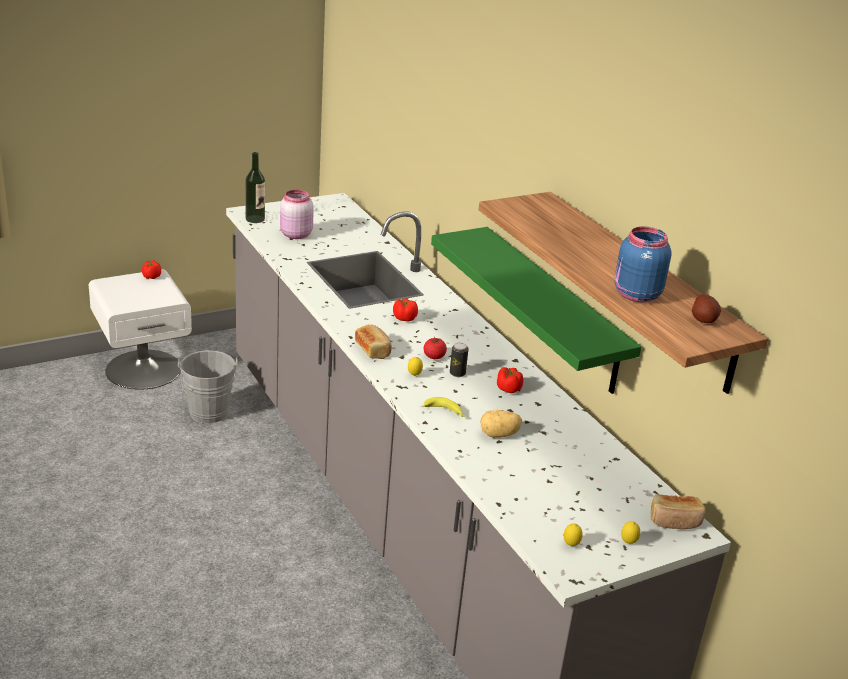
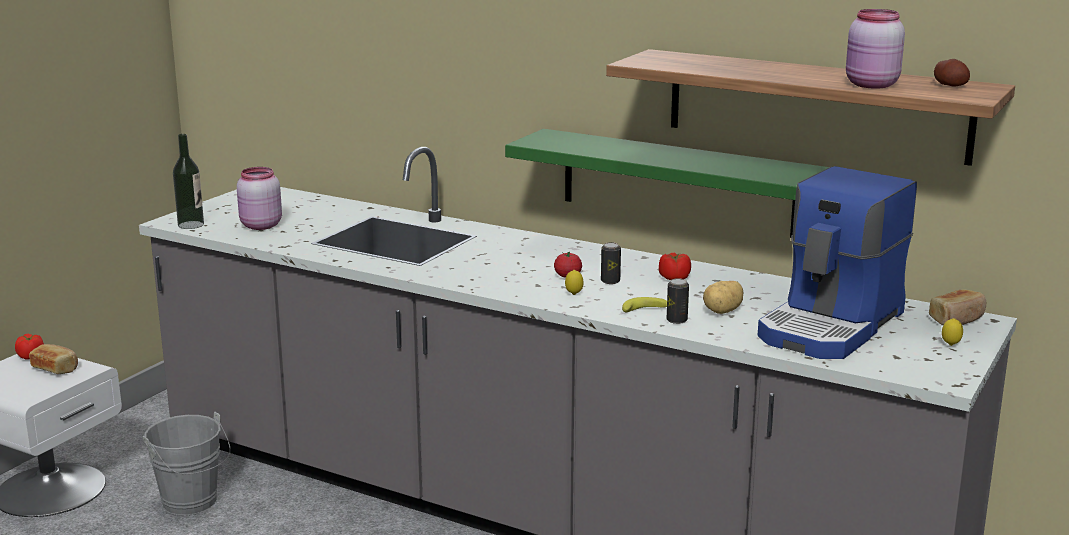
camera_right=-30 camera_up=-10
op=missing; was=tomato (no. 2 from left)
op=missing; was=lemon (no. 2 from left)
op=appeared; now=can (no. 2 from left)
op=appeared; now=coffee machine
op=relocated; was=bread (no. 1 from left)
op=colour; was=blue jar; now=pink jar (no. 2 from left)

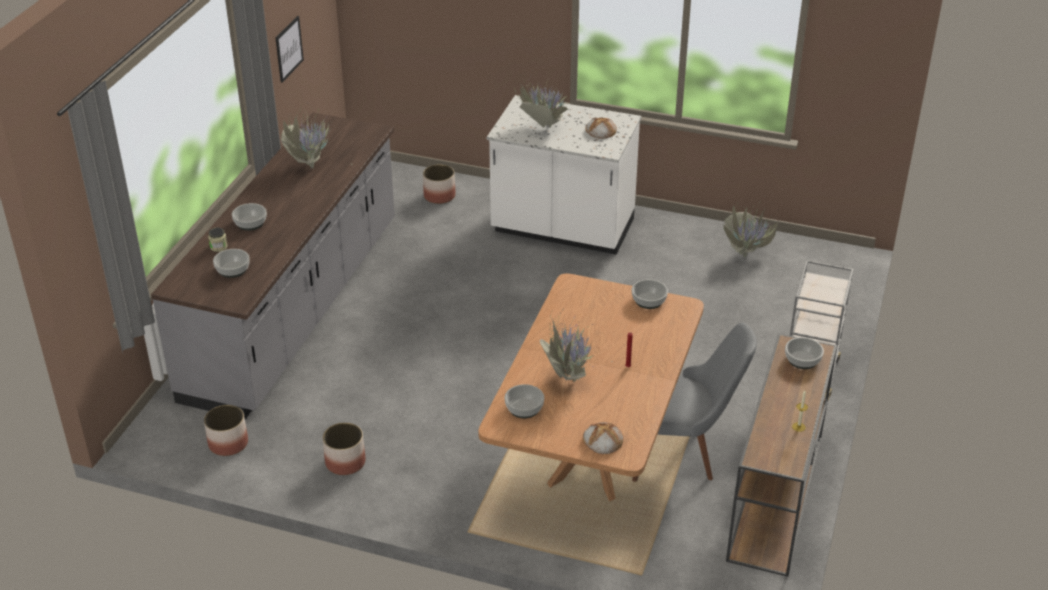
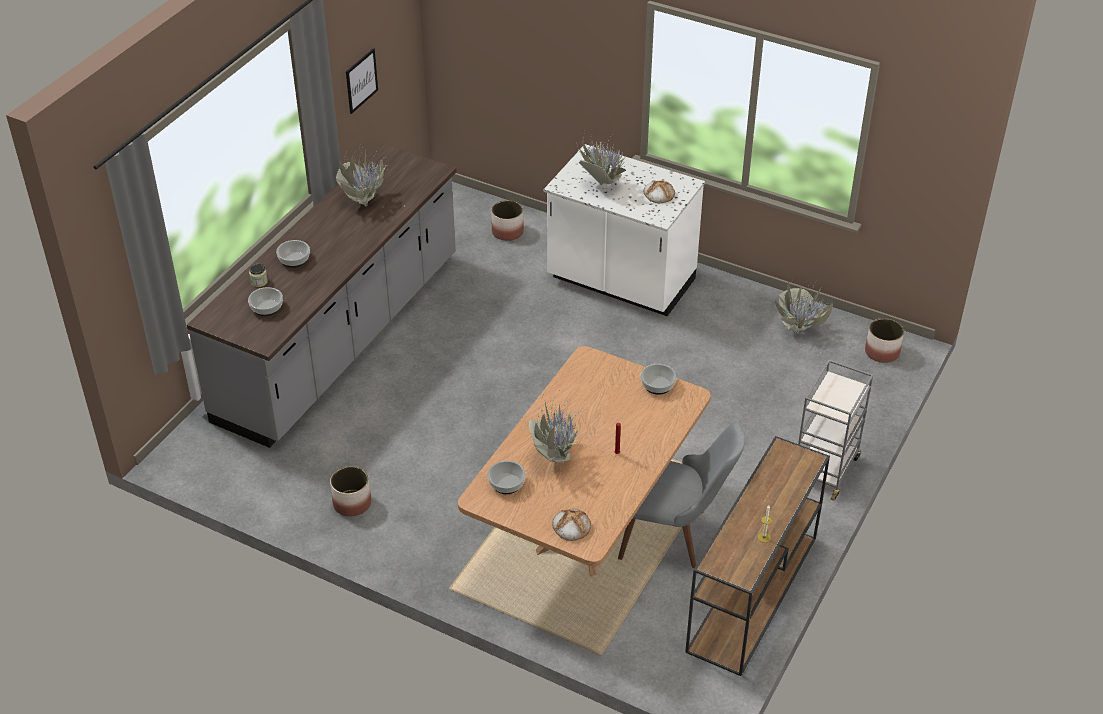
camera_right=10 camera_up=5
op=missing; was=bowl (no. 5 from left)
op=relocated; was=planter (no. 1 from left in the first image); now=planter (no. 3 from left)

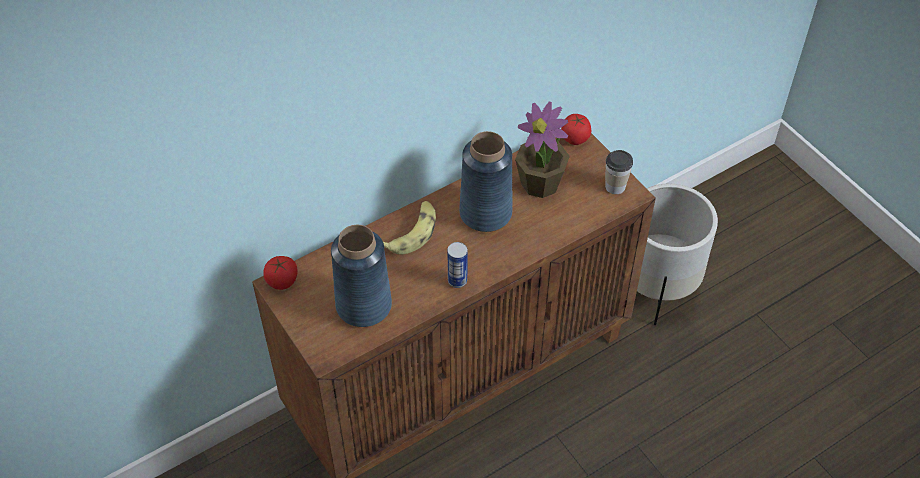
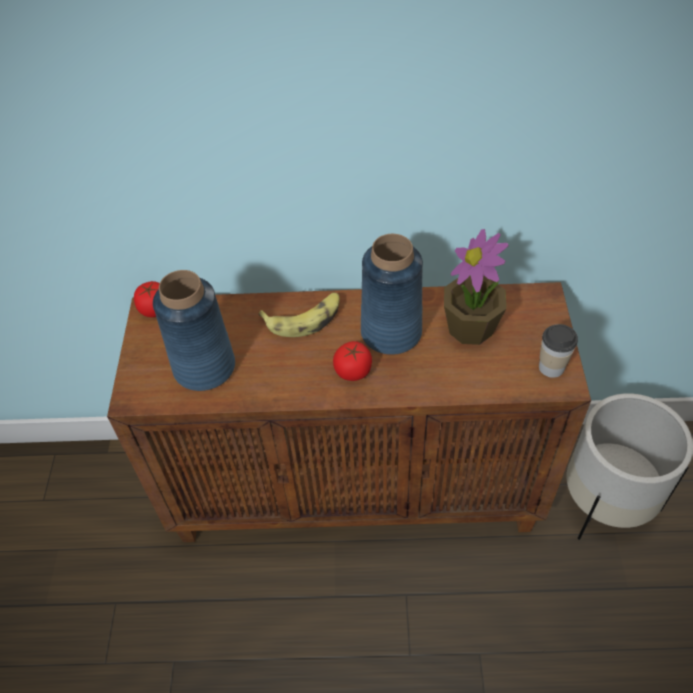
camera_right=35 camera_up=0
op=missing; was=can
op=relocated; was=tomato (no. 2 from left)

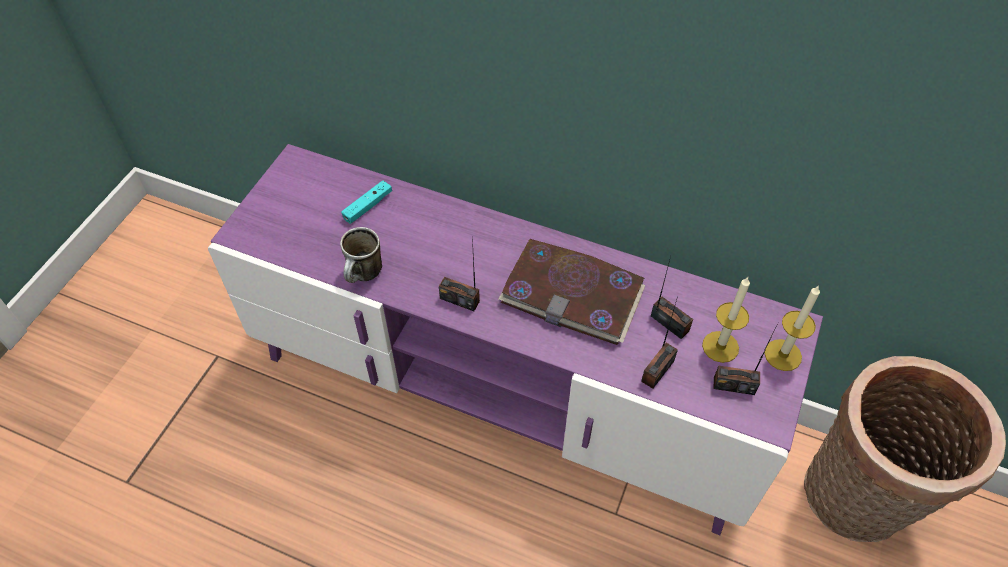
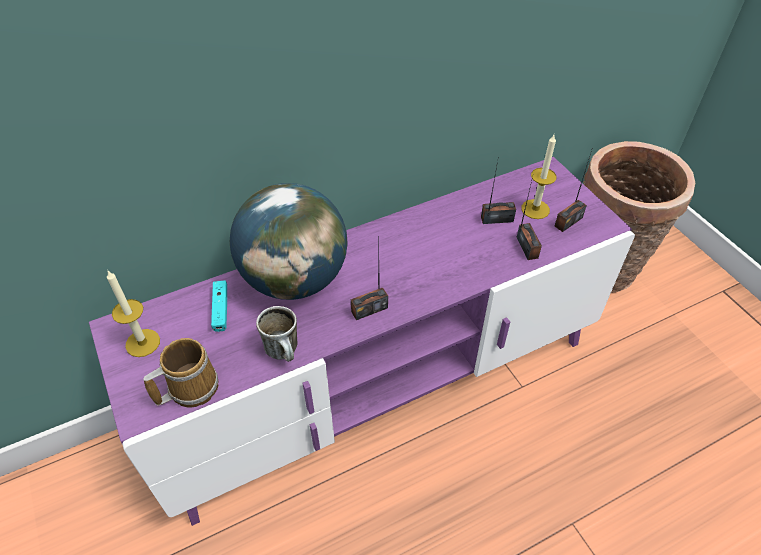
camera_right=-50 camera_up=-5
op=missing; was=book
op=appeared; now=mug (no. 1 from left)
op=appeared; now=globe
op=relocated; was=candle (no. 2 from left in the first image); now=candle (no. 1 from left)

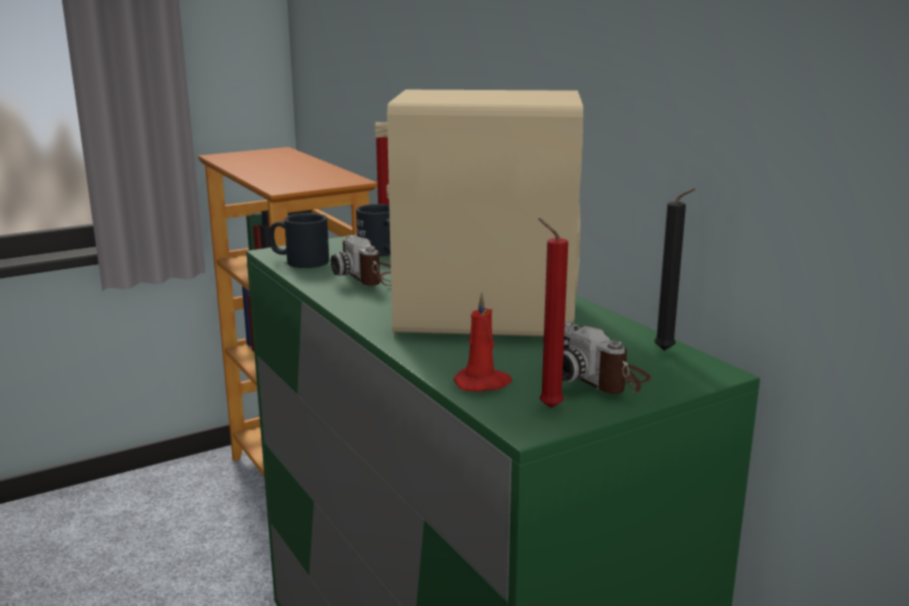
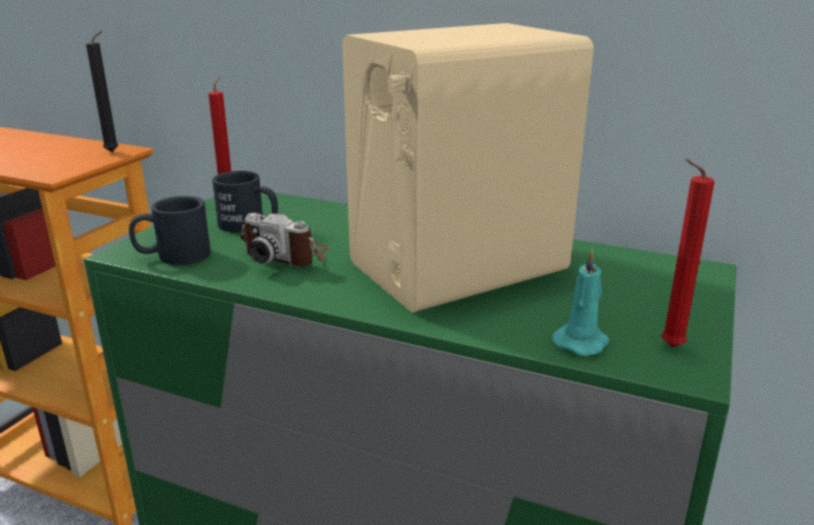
camera_right=-35 camera_up=5
op=missing; was=photo camera (no. 2 from left)
op=relocated; was=black candle
op=colour; was=red candle (no. 2 from left); now=turquoise candle

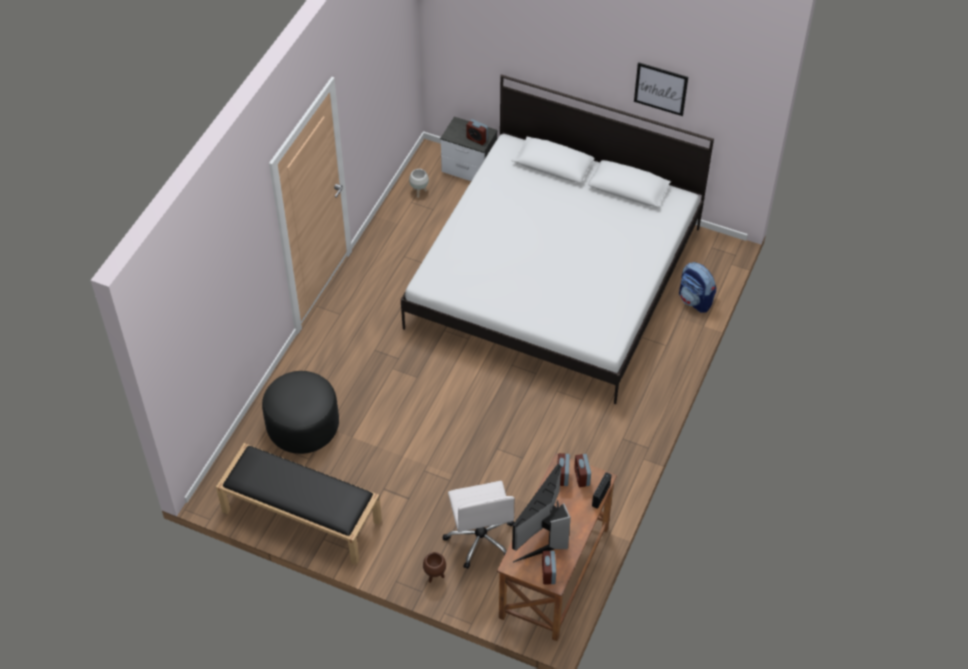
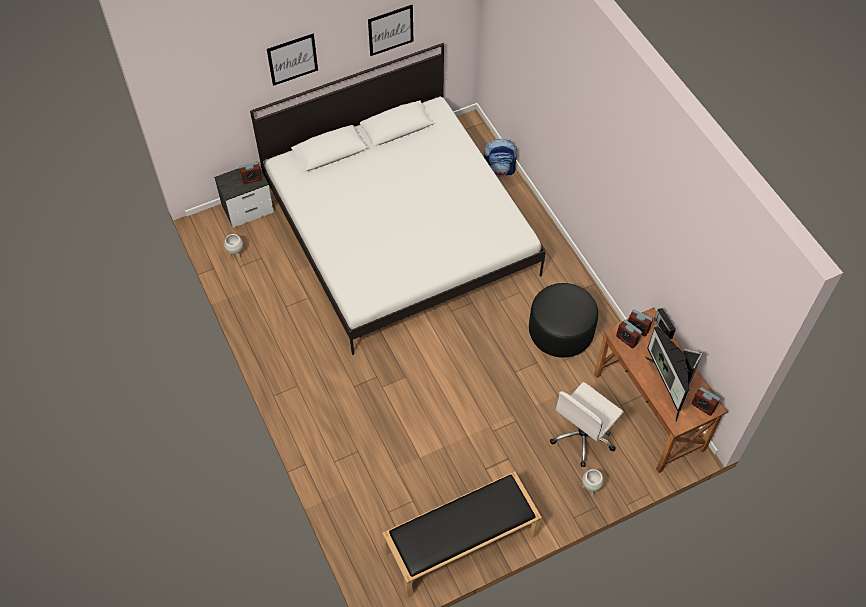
camera_right=-50 camera_up=5
op=appeared; now=picture (no. 1 from left)
op=relocated; was=black ottoman
op=colour; was=brown planter; now=white planter (no. 2 from left)
op=spun; was=white office chair; clockwise=105

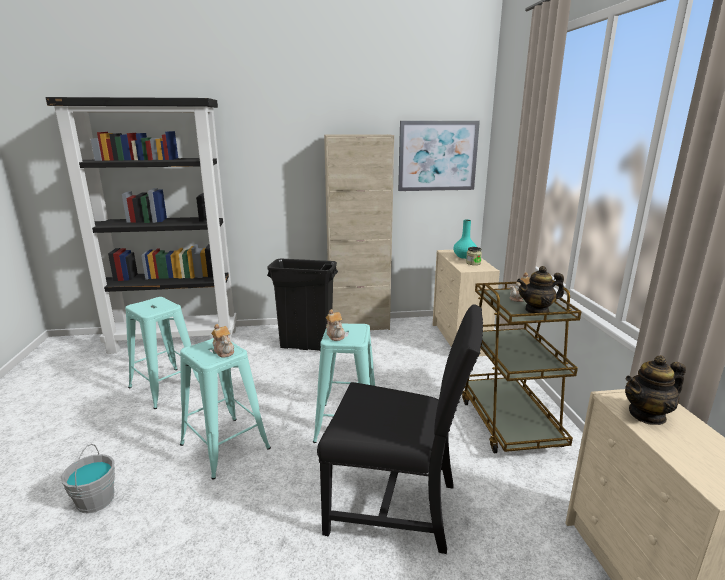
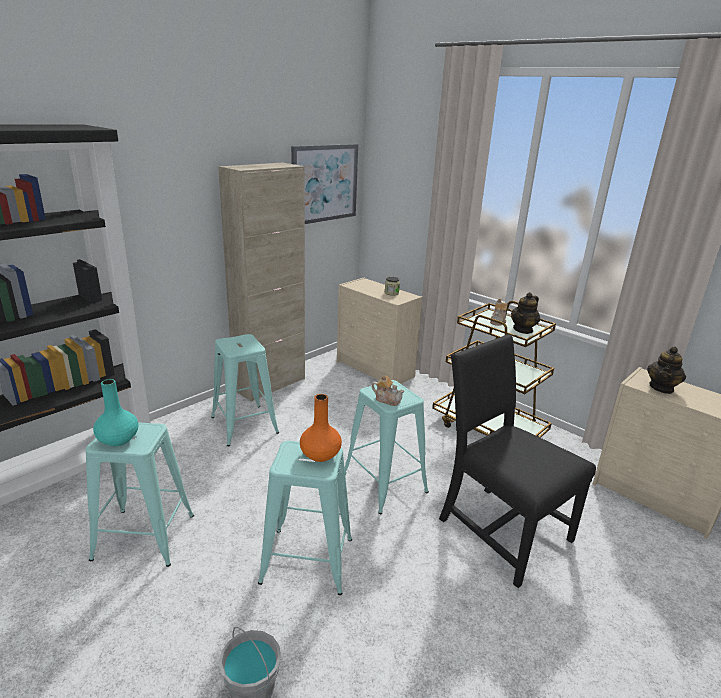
camera_right=-40 camera_up=5
op=relocated; was=turquoise vase
op=exchanged; was=teapot (no. 1 from left); now=orange vase
op=exchanged; was=black trash can; now=turquoise stool (no. 2 from left)
op=spun; was=black chair; clockwise=-105

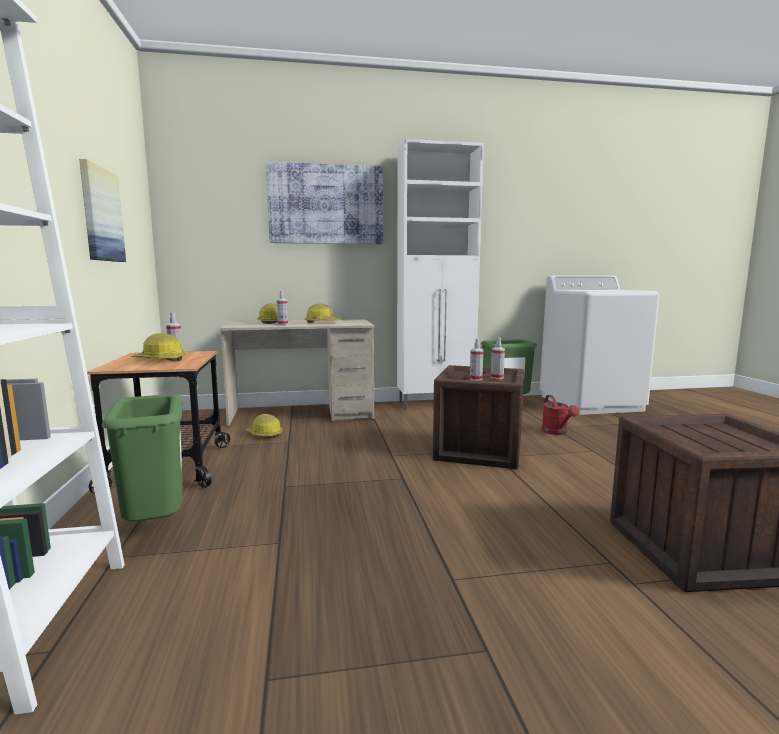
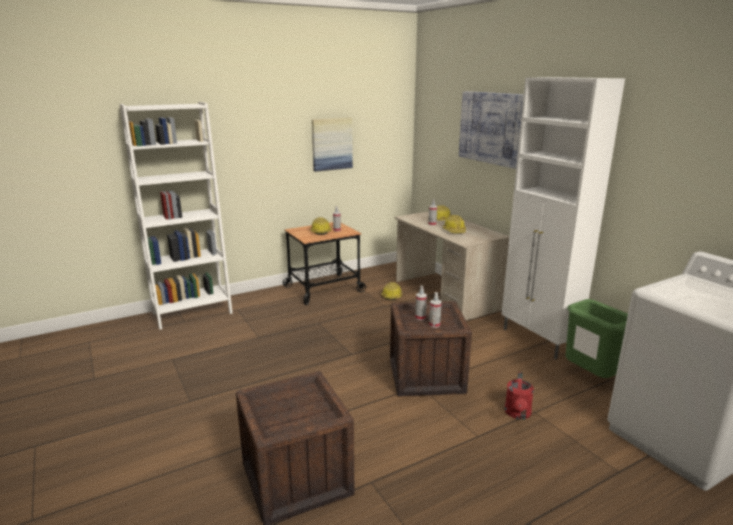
camera_right=70 camera_up=10
op=missing; was=green trash can (no. 1 from left)
op=spun; was=red watering can; clockwise=-45

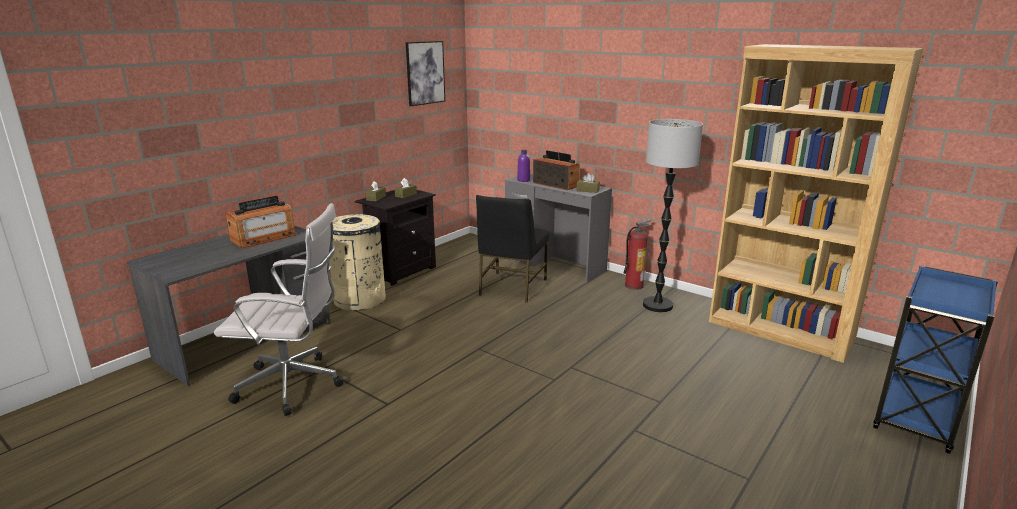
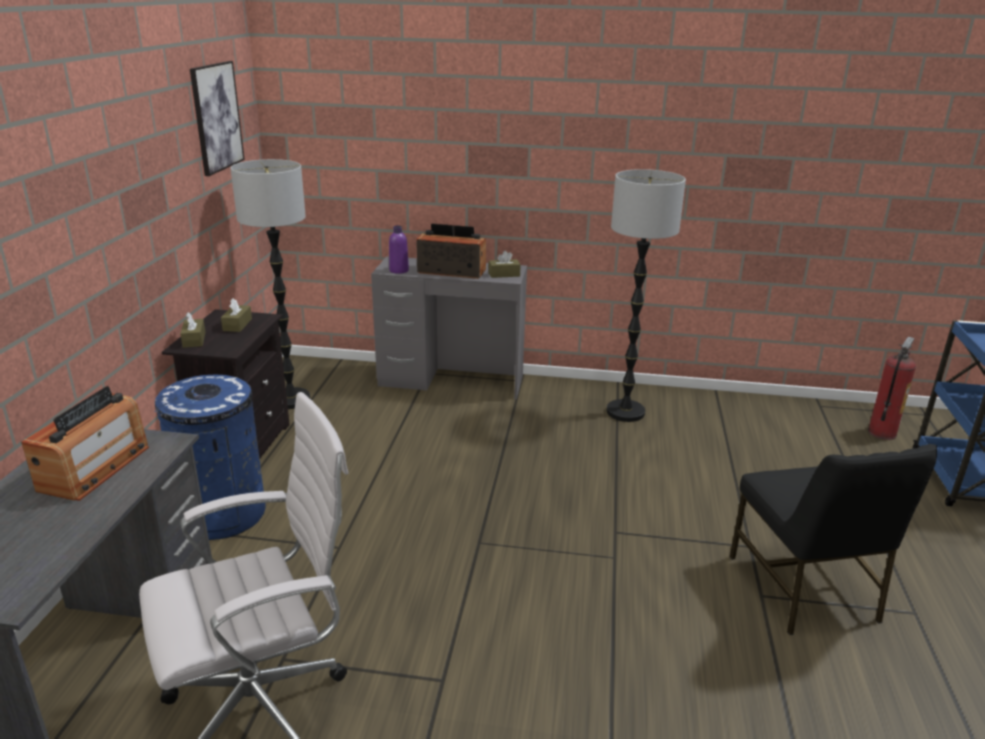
camera_right=-30 camera_up=5
op=missing; was=brown bookcase
op=appeared; now=floor lamp (no. 1 from left)
op=relocated; was=black chair
op=relocated; was=fire extinguisher
op=colour; was=beige trash can; now=blue trash can

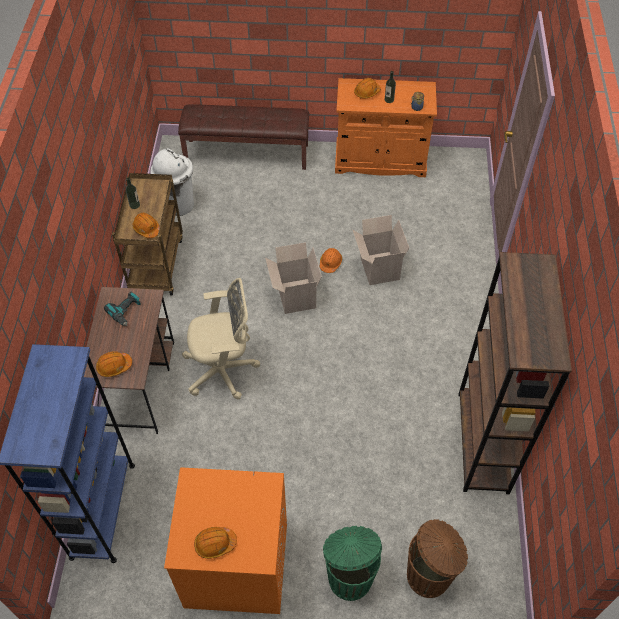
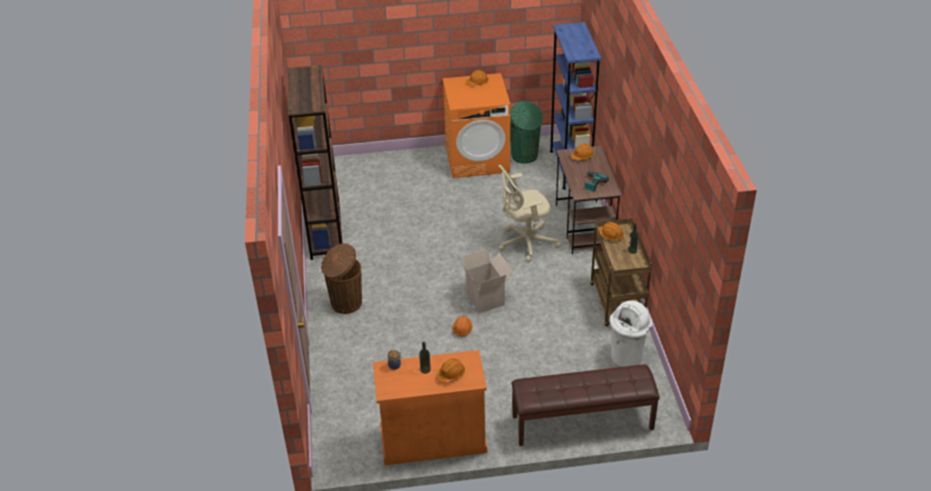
camera_right=170 camera_up=-15
op=missing; was=cardboard box (no. 2 from left)
op=relocated; was=green trash can
op=relocated; was=brown trash can

